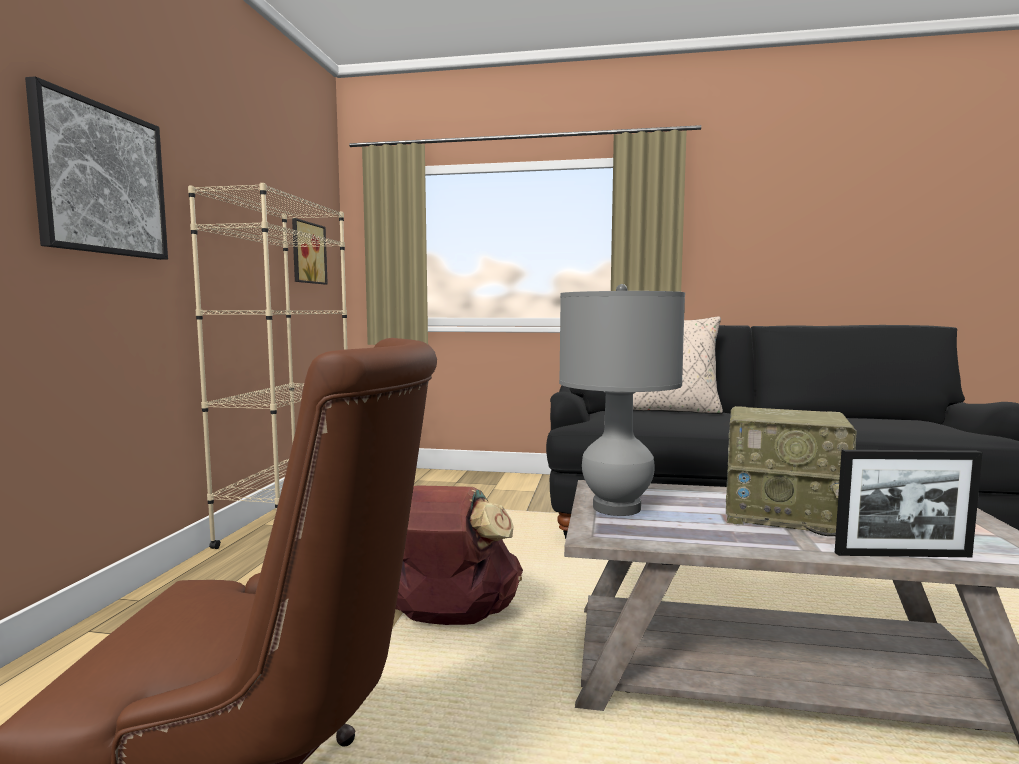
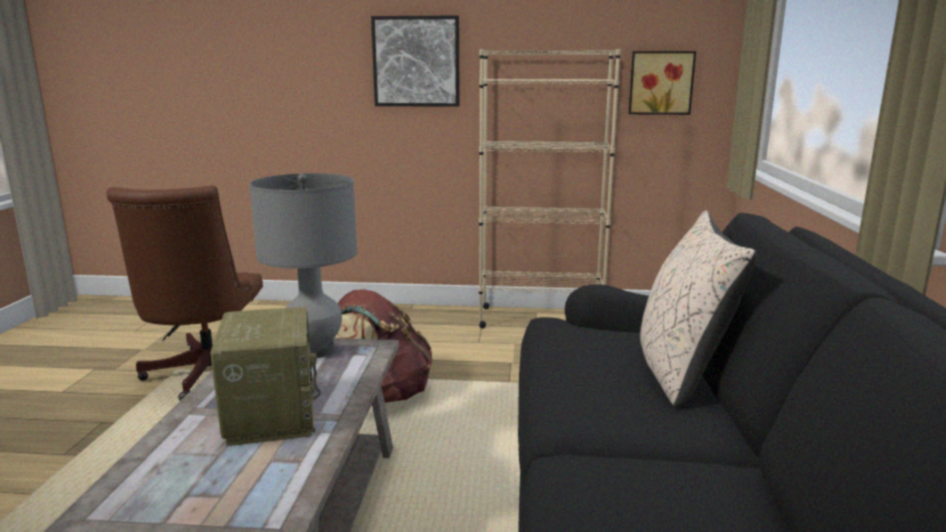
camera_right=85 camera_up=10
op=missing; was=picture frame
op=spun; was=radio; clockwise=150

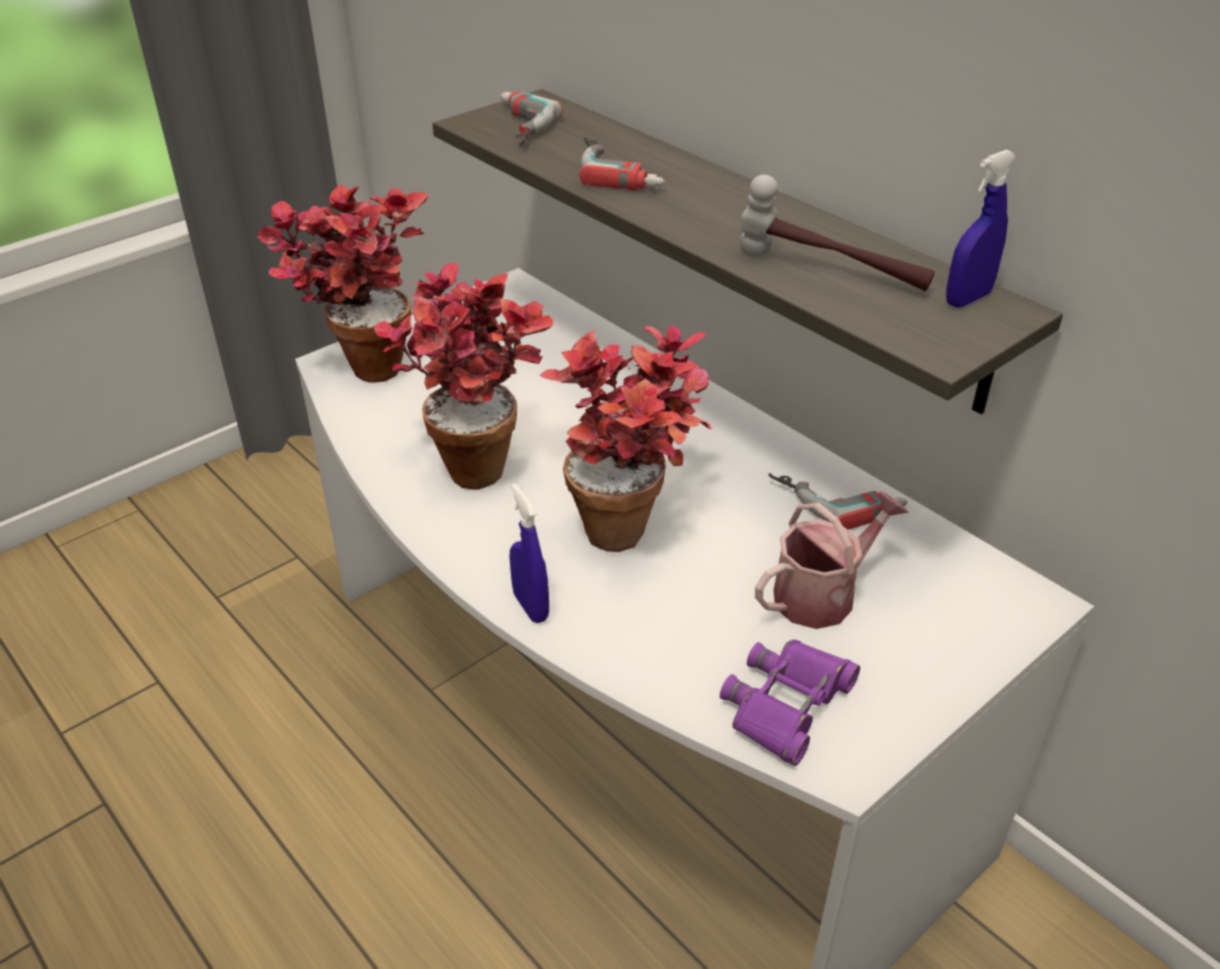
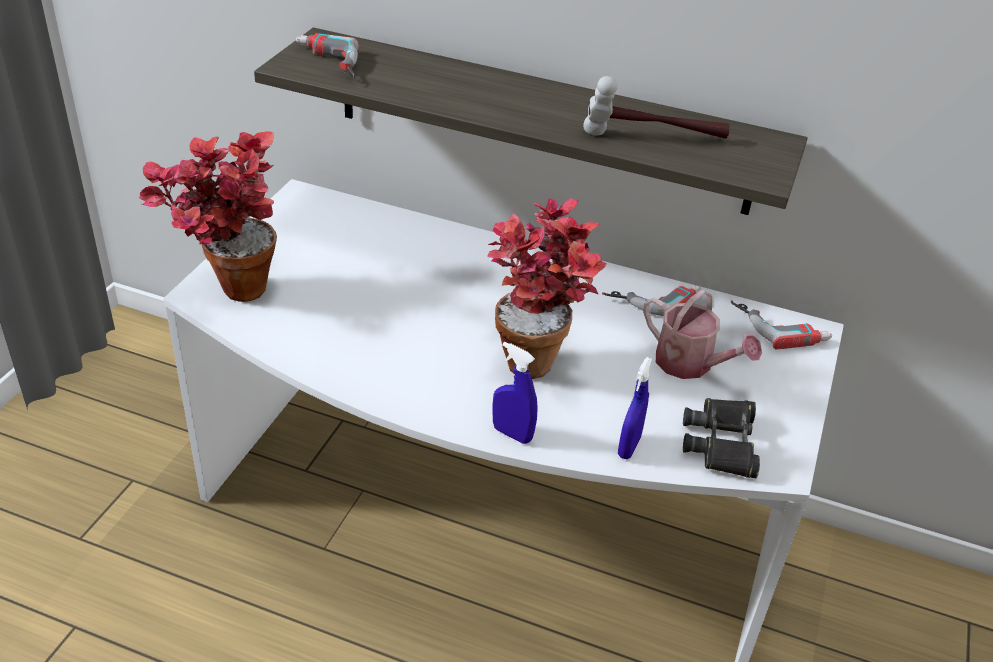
camera_right=-30 camera_up=0
op=missing; was=potted plant (no. 2 from left)
op=relocated; was=power drill (no. 2 from left in the first image); now=power drill (no. 3 from left)
op=relocated; was=blue spray bottle (no. 2 from left)
op=colour; was=purple binoculars; now=black binoculars
op=spun; was=watering can; clockwise=105

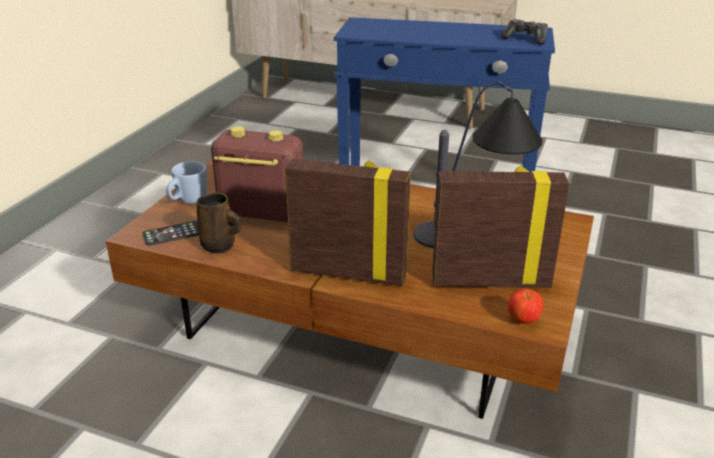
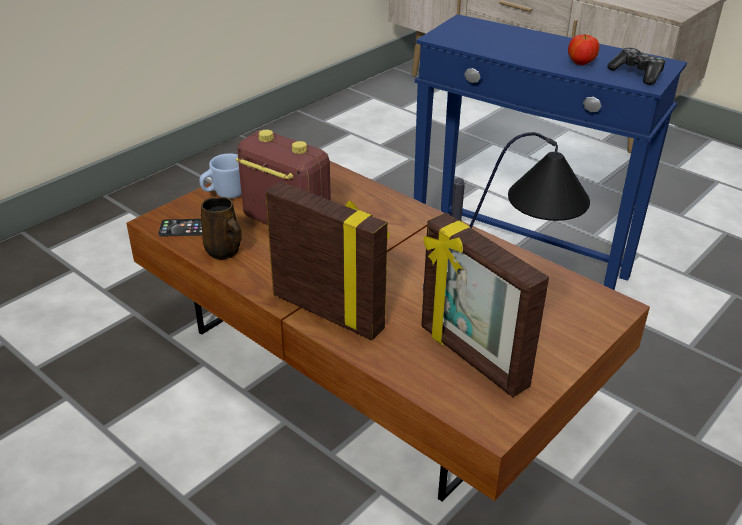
camera_right=20 camera_up=5
op=relocated; was=apple
op=spun; was=picture frame (no. 2 from left); clockwise=-150

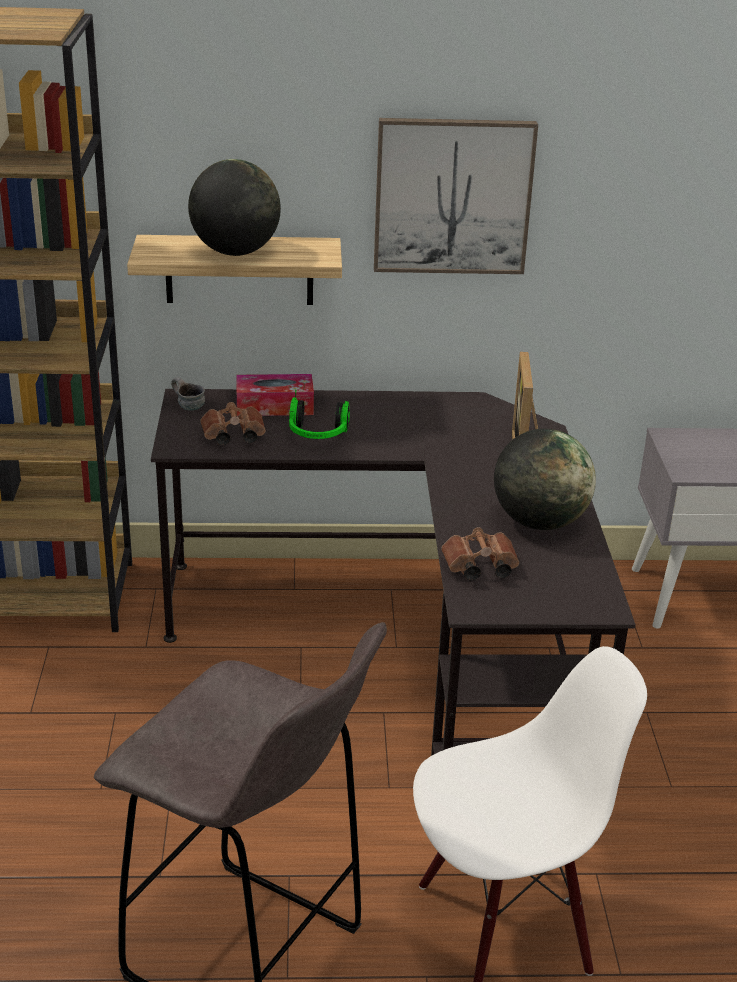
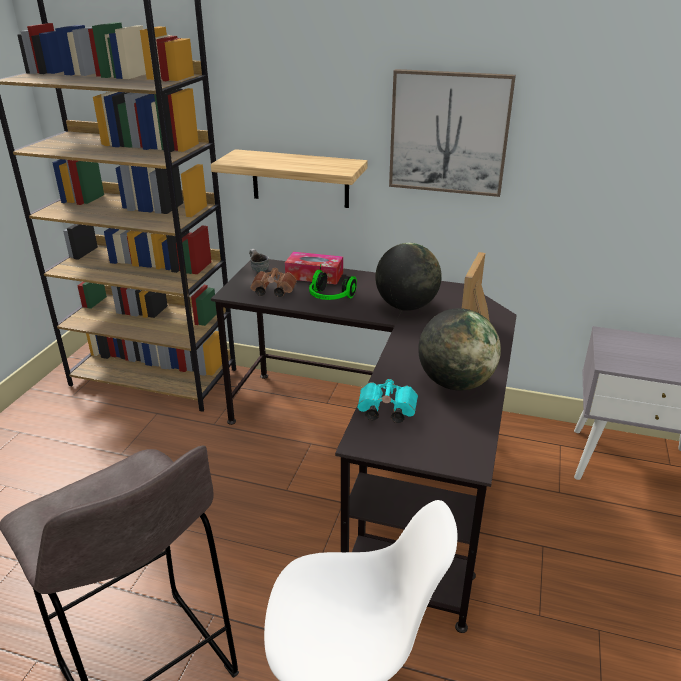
camera_right=20 camera_up=0
op=relocated; was=globe (no. 1 from left)
op=colour; was=brown binoculars (no. 2 from left); now=turquoise binoculars

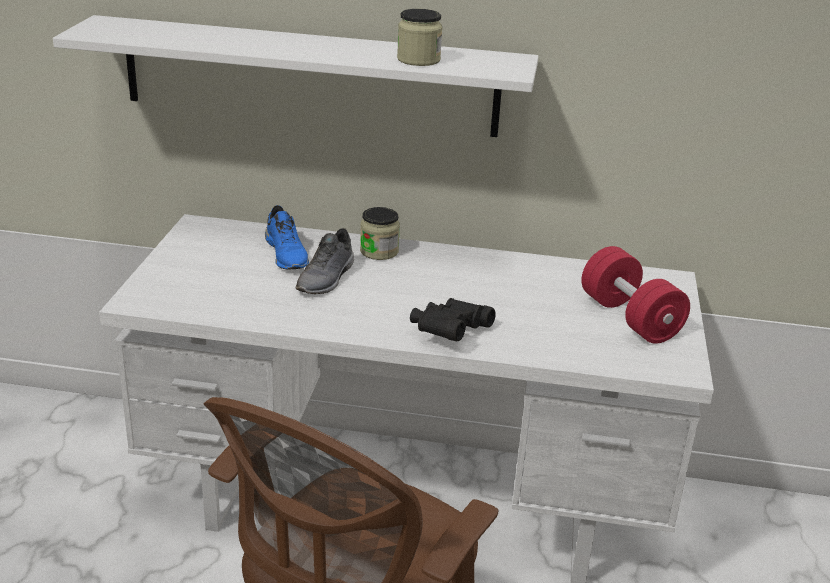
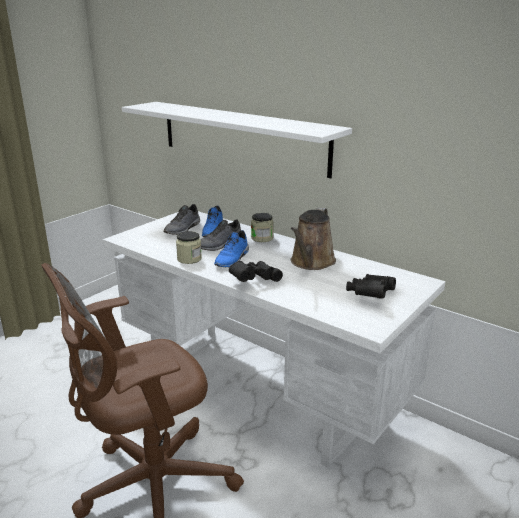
camera_right=30 camera_up=-5
op=appeared; now=grey shoe (no. 1 from left)
op=appeared; now=blue shoe (no. 2 from left)
op=appeared; now=brown watering can
op=relocated; was=jar (no. 2 from left in the first image); now=jar (no. 1 from left)
op=exchanged; was=red dumbbell; now=black binoculars (no. 2 from left)

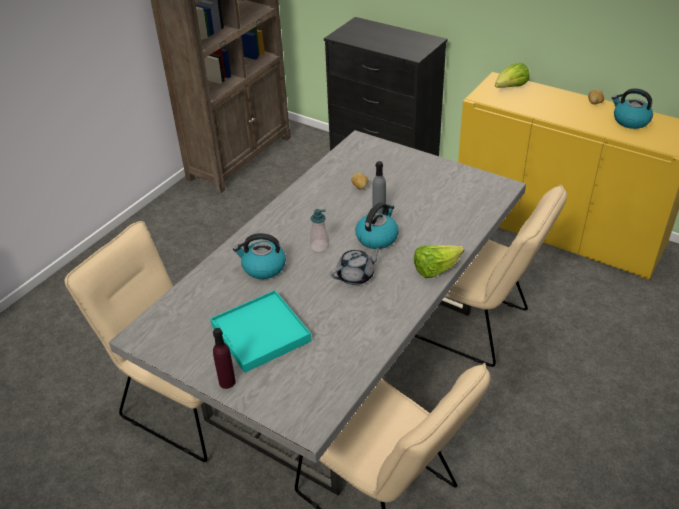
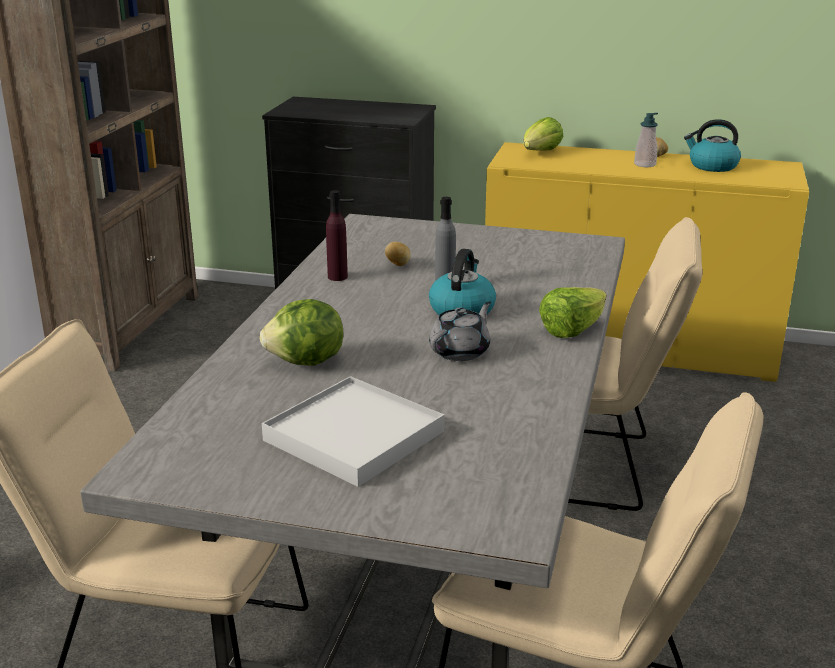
camera_right=-20 camera_up=-15
op=relocated; was=purple bottle
op=relocated; was=soap dispenser
op=exchanged; was=kettle (no. 1 from left); now=lettuce (no. 1 from left)
op=colour; was=turquoise tray; now=white tray

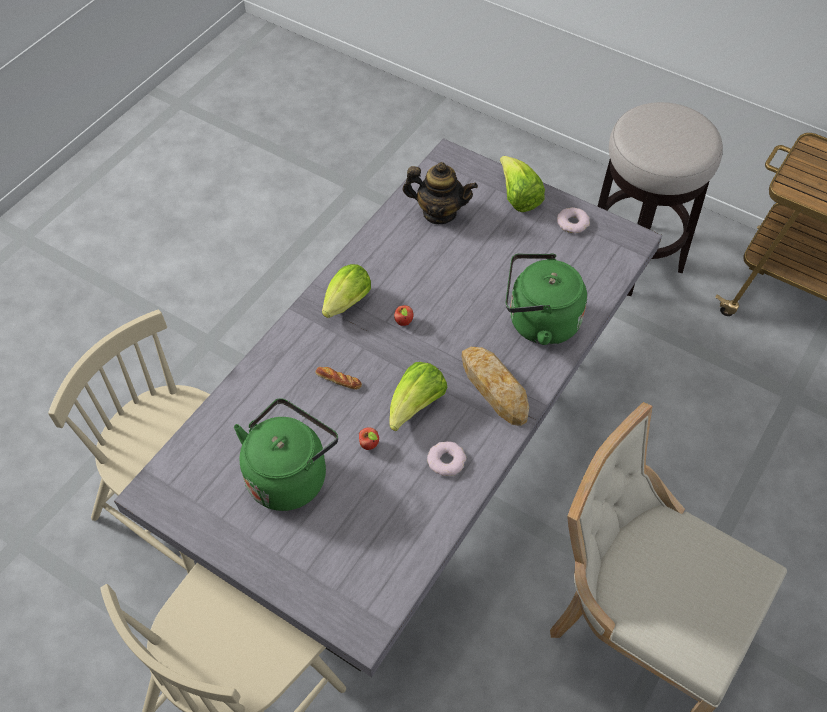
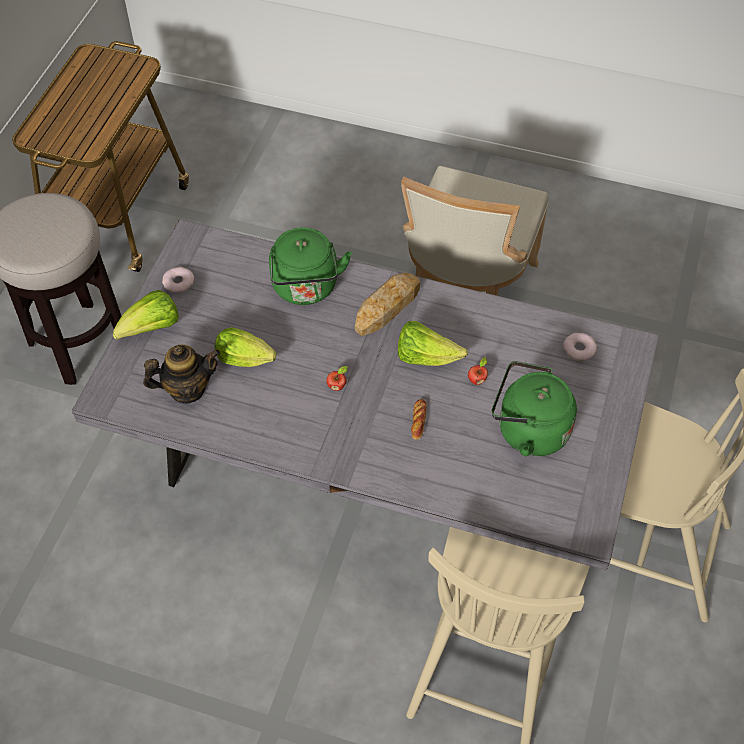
camera_right=-105 camera_up=0
op=relocated; was=lettuce (no. 1 from left in the first image); now=lettuce (no. 2 from left)
op=relocated; was=donut (no. 1 from left in the first image); now=donut (no. 2 from left)
op=spun; was=teapot; clockwise=75

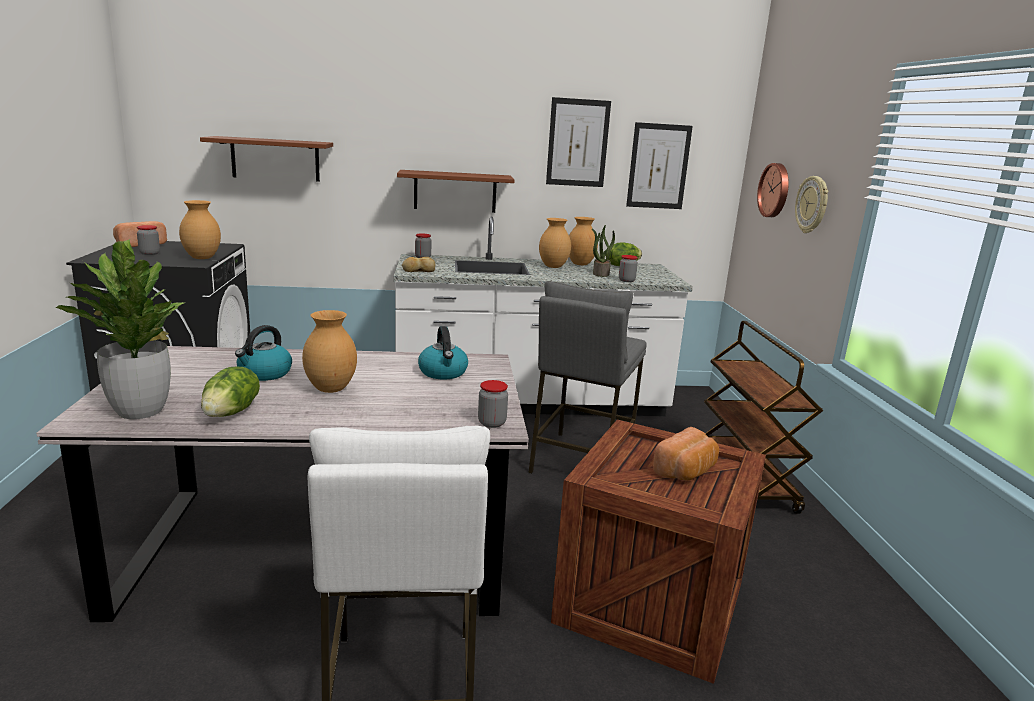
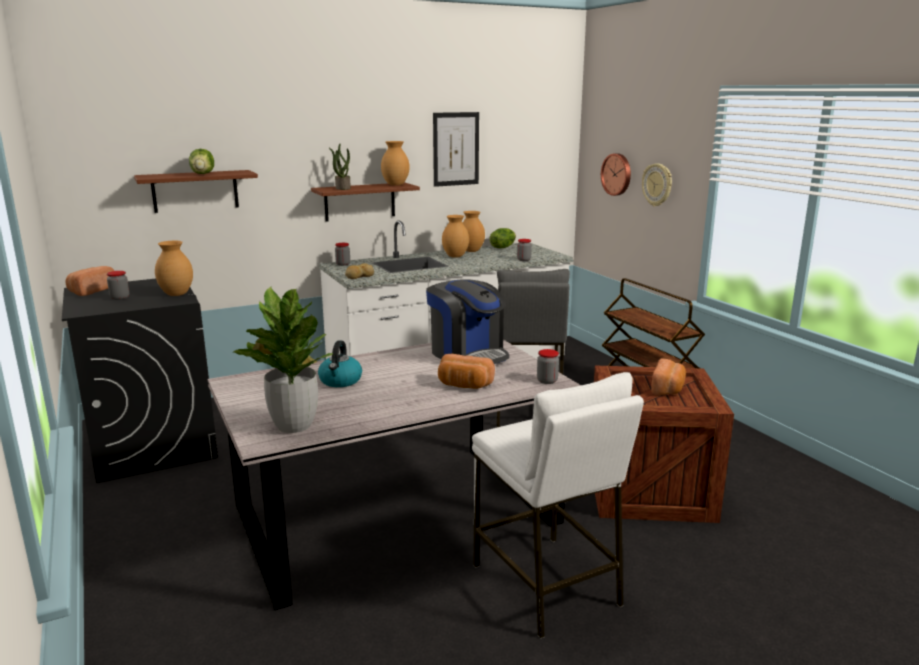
camera_right=-20 camera_up=0
op=missing; was=picture (no. 2 from left)
op=appeared; now=bread (no. 3 from left)
op=relocated; was=lettuce (no. 1 from left)
op=relocated; was=brown vase (no. 2 from left)
op=relocated; was=potted plant (no. 2 from left)
op=exchanged; was=kettle (no. 2 from left); now=coffee machine

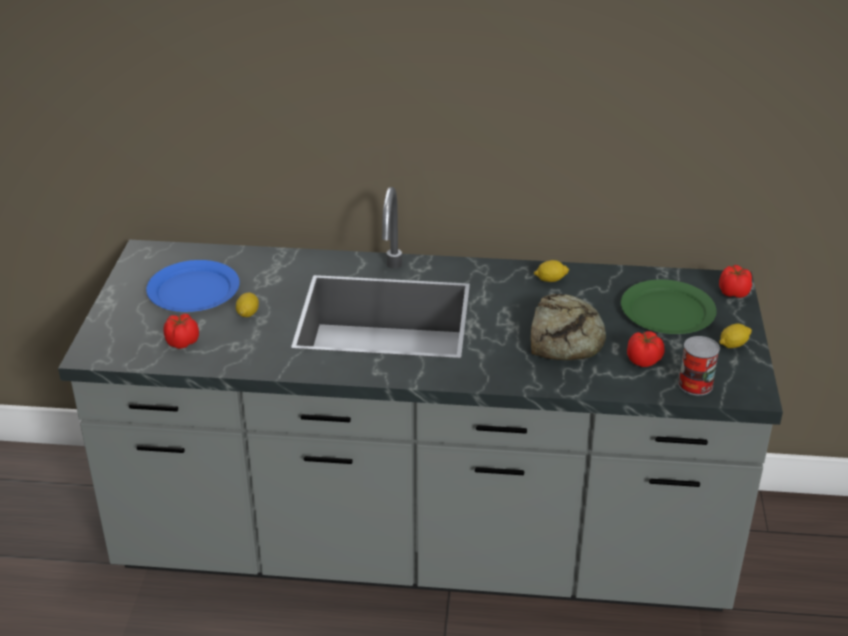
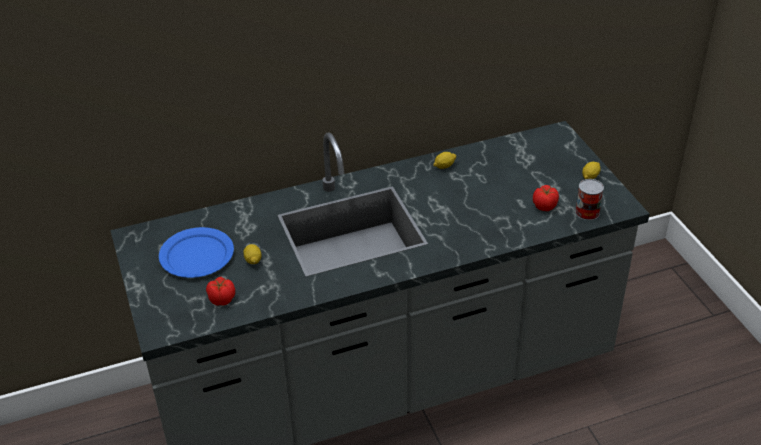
camera_right=-25 camera_up=5
op=missing; was=bread
op=missing; was=green plate
op=missing; was=tomato (no. 3 from left)

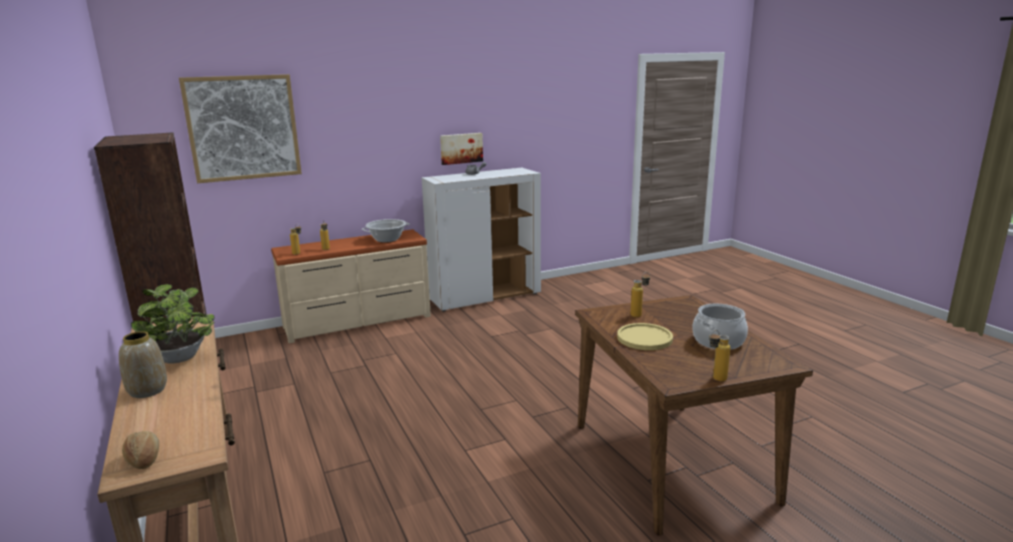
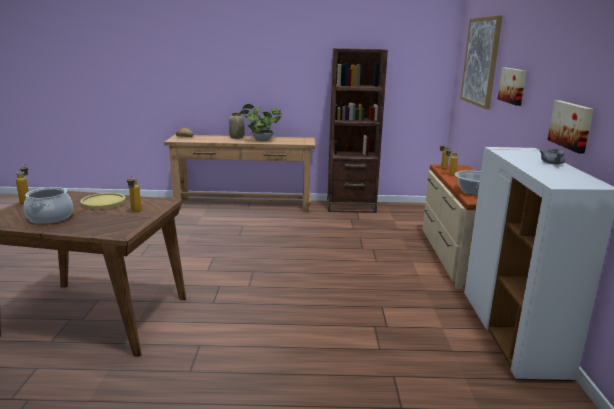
camera_right=115 camera_up=0
op=appeared; now=picture (no. 2 from left)

